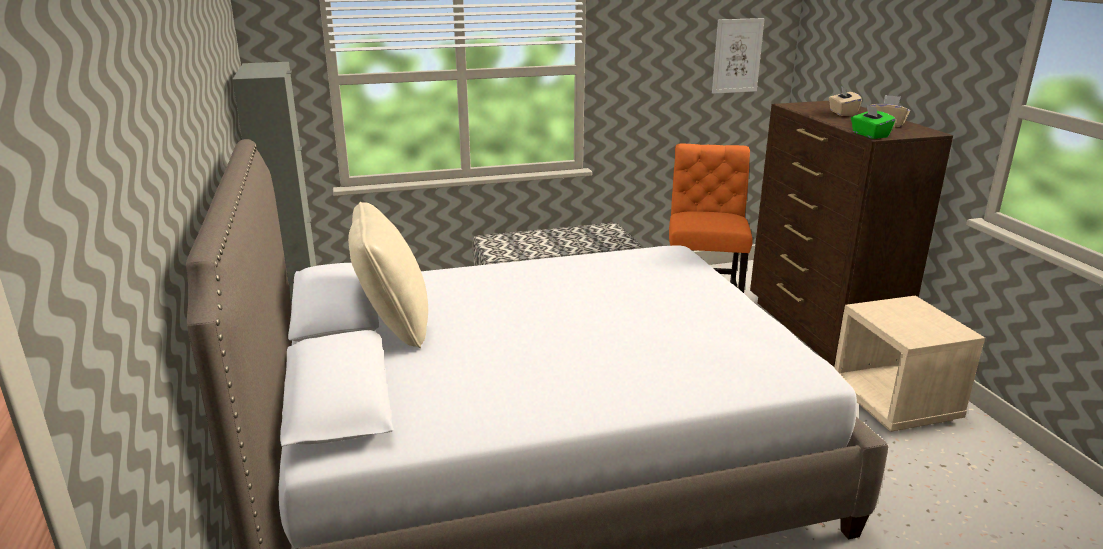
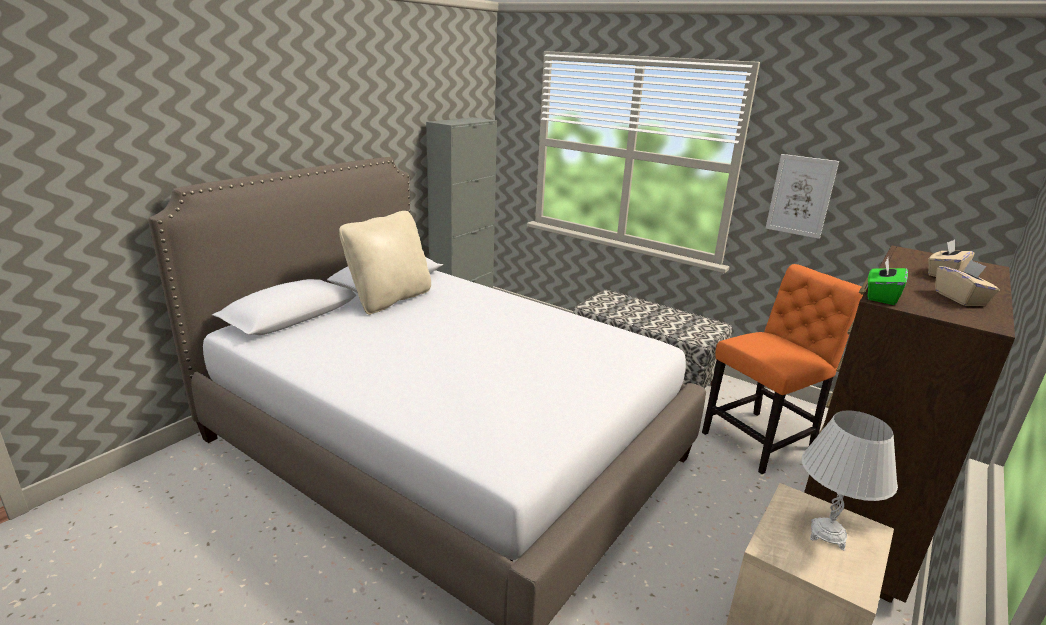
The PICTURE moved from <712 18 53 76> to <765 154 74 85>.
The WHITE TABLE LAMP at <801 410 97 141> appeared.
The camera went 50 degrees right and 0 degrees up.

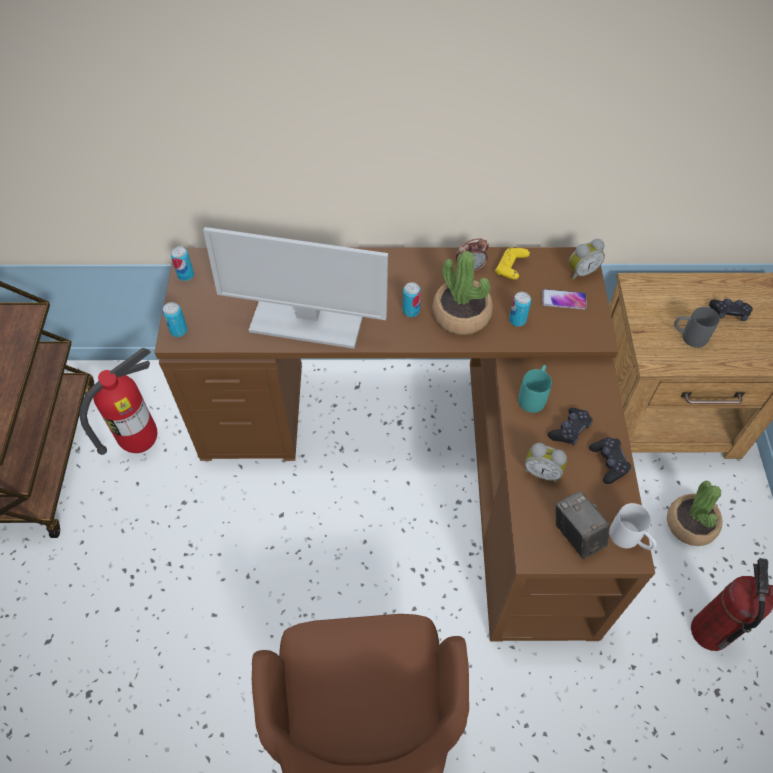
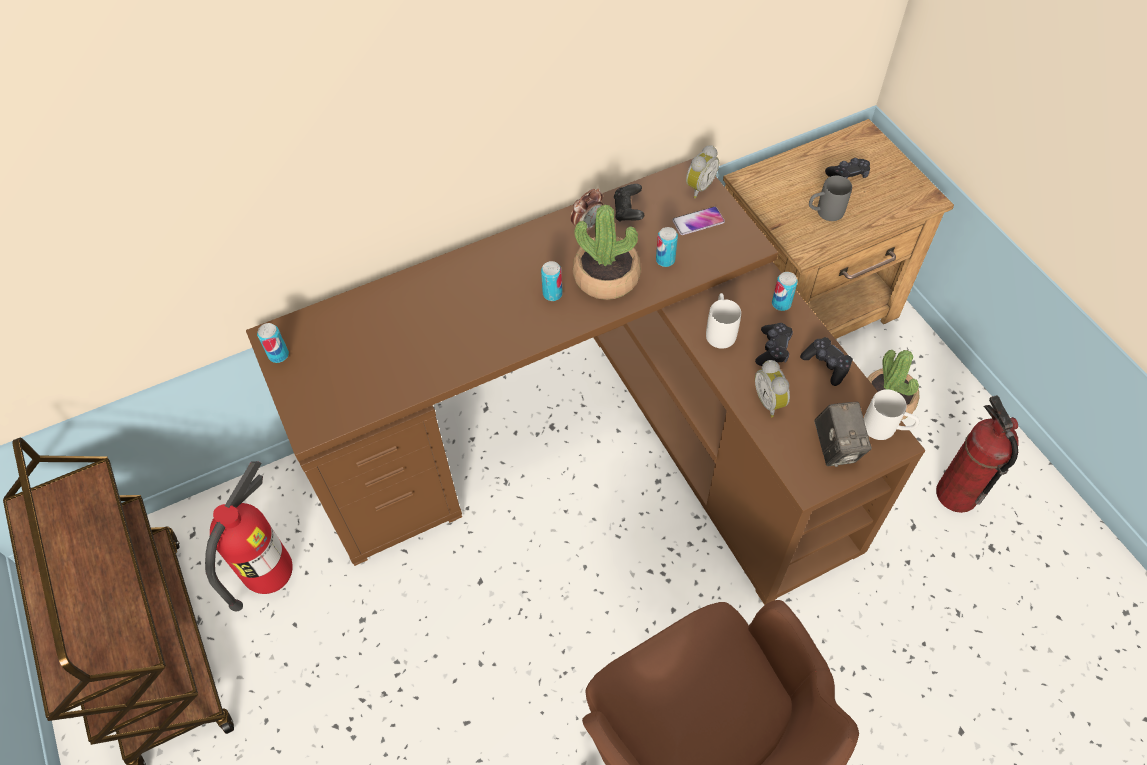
The YELLOW GAME CONTROLLER at <495 247 35 33> became the BLACK GAME CONTROLLER at <614 184 30 38>.
The TURQUOISE MUG at <518 365 34 48> became the WHITE MUG at <706 293 35 56>.
The ALARM CLOCK at <525 443 42 40> turned 75 degrees clockwise.
The CAN moved from <162 302 26 35> to <772 272 26 39>.
The PHOTO CAMERA at <556 491 53 68> turned 135 degrees counterclockwise.
The MONITOR at <203 227 185 122> disappeared.
The camera went 25 degrees left and 0 degrees up.

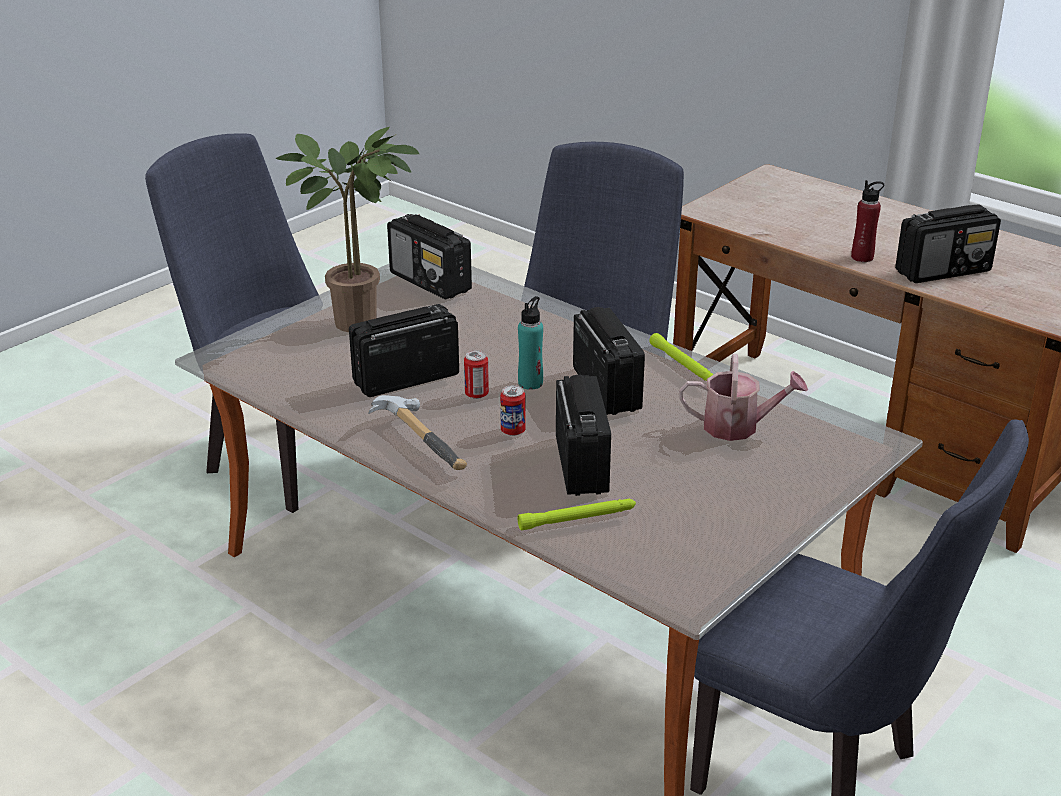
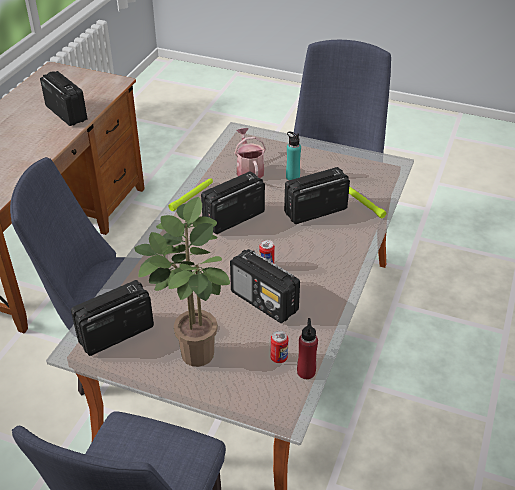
The RADIO at <387 214 85 85> turned 150 degrees counterclockwise.
The CAN moved from <500 385 26 51> to <270 331 18 32>.
The TURQUOISE BOTTLE moved from <518 296 25 94> to <286 131 15 49>.
The RED BOTTLE moved from <851 180 33 82> to <297 318 21 61>.
The HAMMER at <368 395 99 75> disappeared.
The camera went 110 degrees left and 10 degrees up.

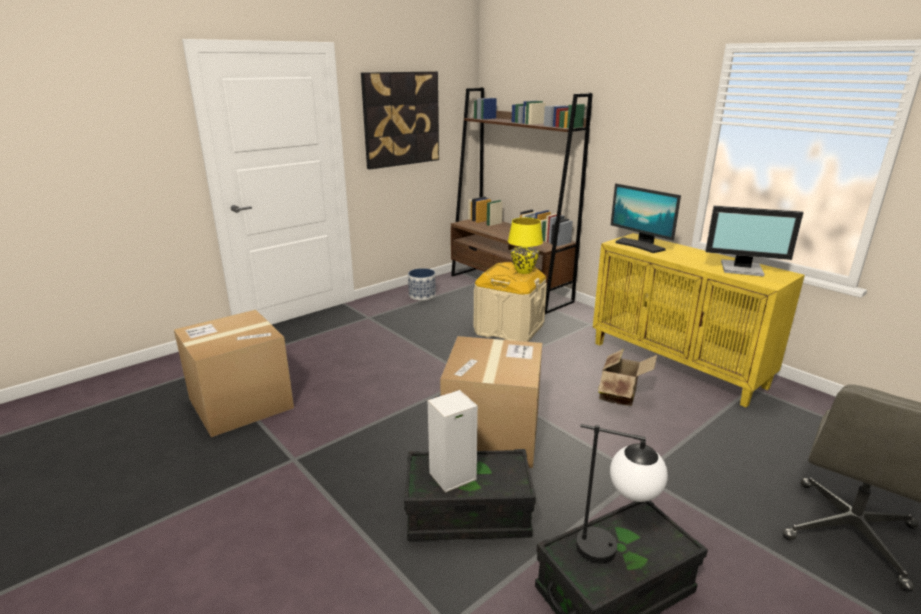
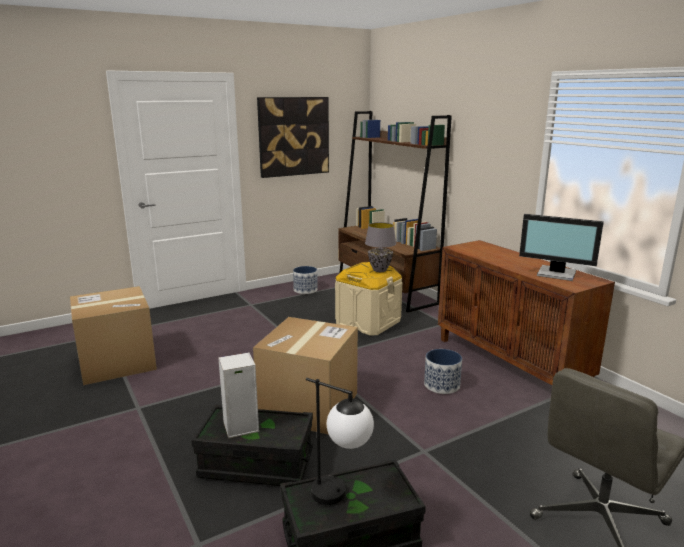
The YELLOW TABLE LAMP at <508 218 35 56> became the GREY TABLE LAMP at <365 222 31 50>.
The CARDBOARD BOX at <598 349 59 57> was replaced by the PLANTER at <424 349 38 45>.
The YELLOW CABINET at <593 233 212 174> became the BROWN CABINET at <438 240 177 145>.
The MONITOR at <611 183 70 70> disappeared.
The camera went 10 degrees right and 5 degrees down.

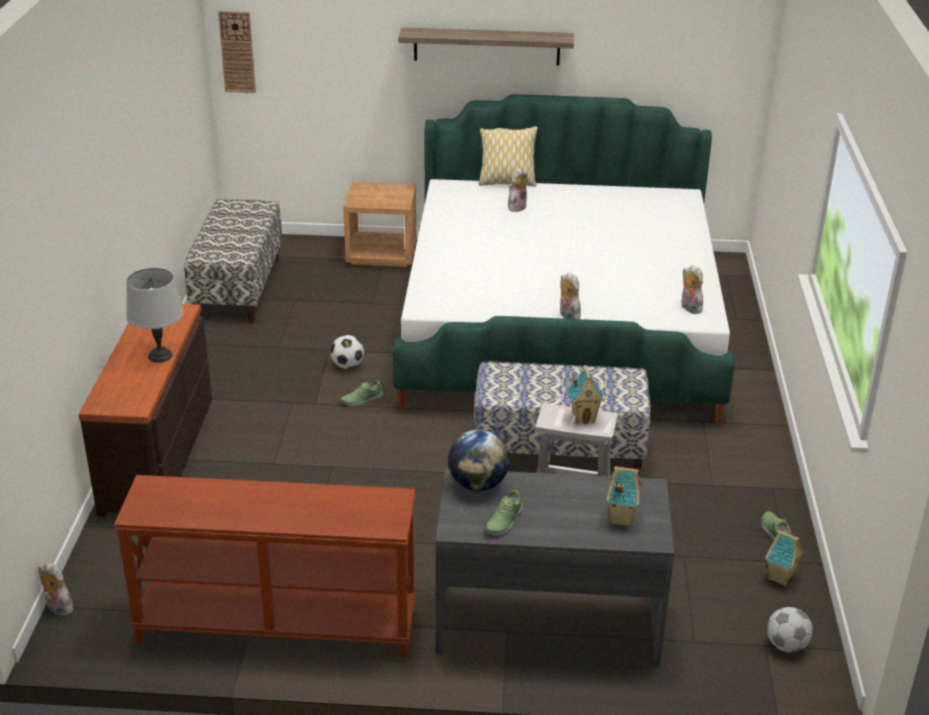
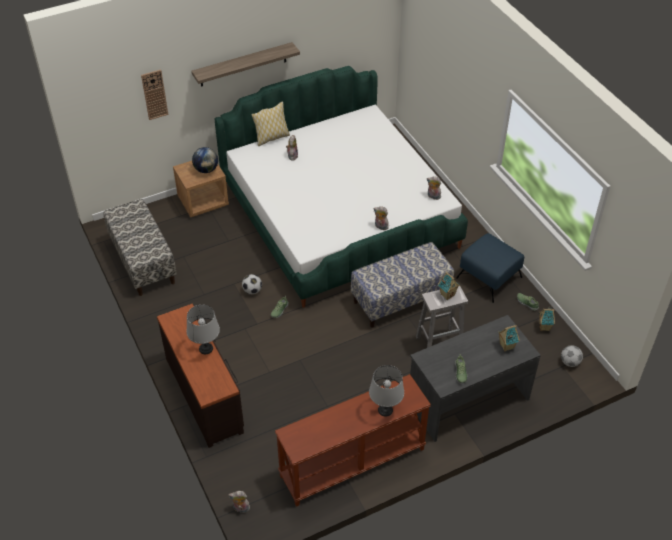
The WALL CLOCK moved from <218 11 38 82> to <141 69 27 51>.
The GLOBE moved from <448 429 62 62> to <192 147 26 26>.
The GREY TABLE LAMP at <369 365 35 52> appeared.
The BLUE OTTOMAN at <456 233 68 70> appeared.
The camera went 30 degrees left and 15 degrees up.

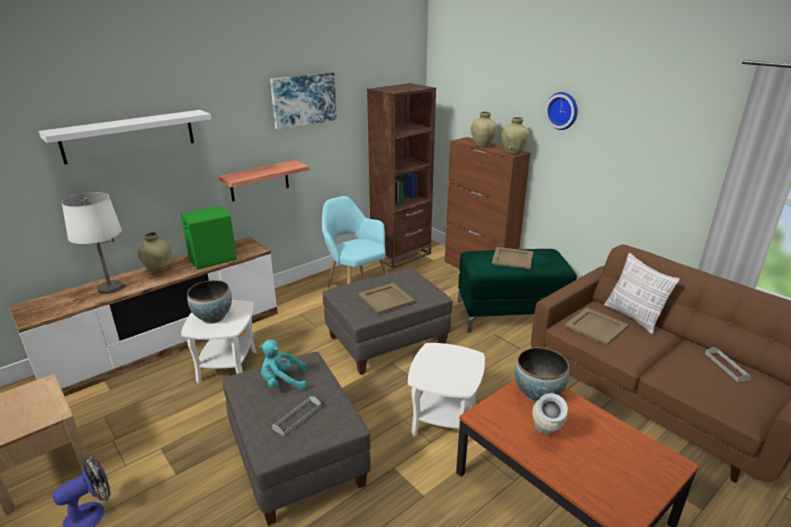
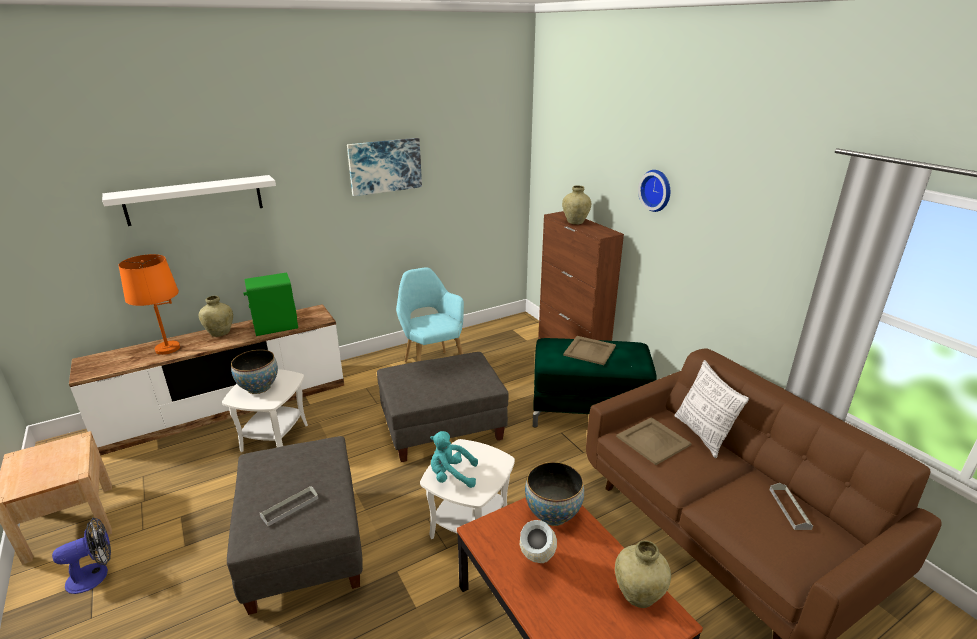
The WHITE TABLE LAMP at <62 192 61 102> became the ORANGE TABLE LAMP at <118 254 62 101>.
The TURQUOISE PLUSH TOY moved from <259 340 48 50> to <430 431 48 57>.
The BEIGE VASE moved from <501 117 29 37> to <615 541 56 67>.
The SHELF at <218 160 92 41> disappeared.
The BEIGE TRAY at <358 283 57 31> disappeared.
The BROWN BOOKCASE at <367 83 69 185> disappeared.
The camera went 10 degrees right and 0 degrees up.

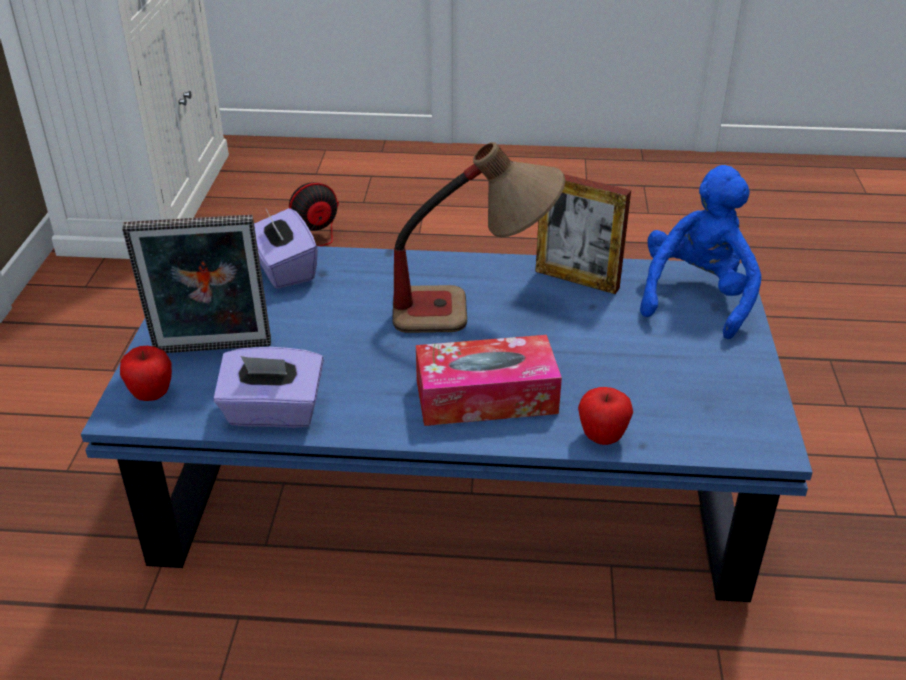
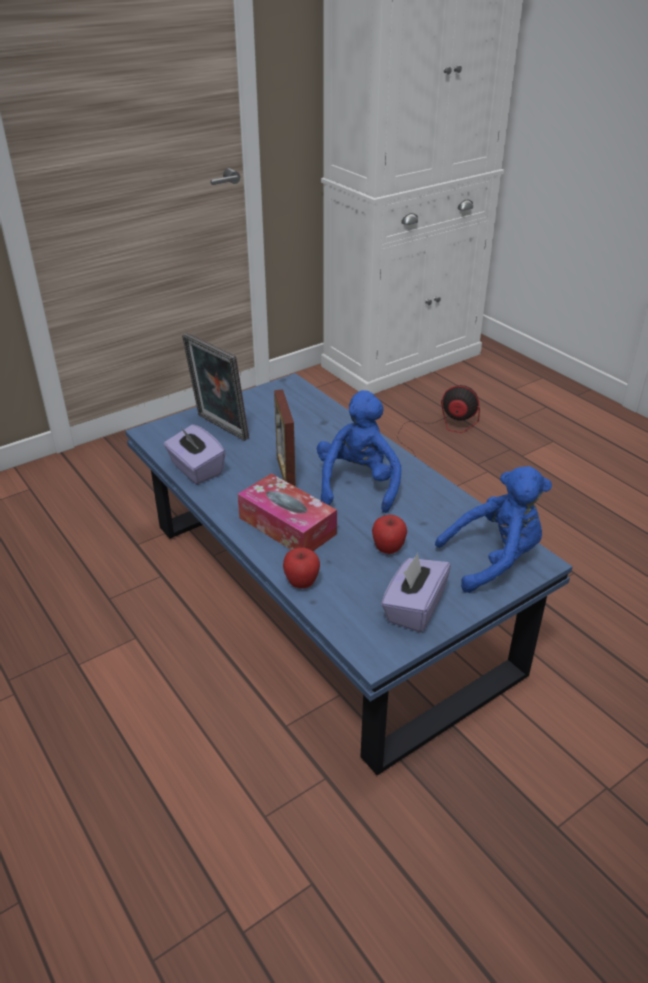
The PICTURE FRAME moved from <535 174 96 120> to <274 389 22 98>.
The TABLE LAMP at <392 142 173 191> was replaced by the BLUE PLUSH TOY at <317 390 84 123>.
The APPLE moved from <120 346 52 55> to <372 515 35 39>.
The PURPLE TISSUE BOX moved from <254 207 64 82> to <381 553 70 80>.
The camera went 50 degrees right and 0 degrees up.

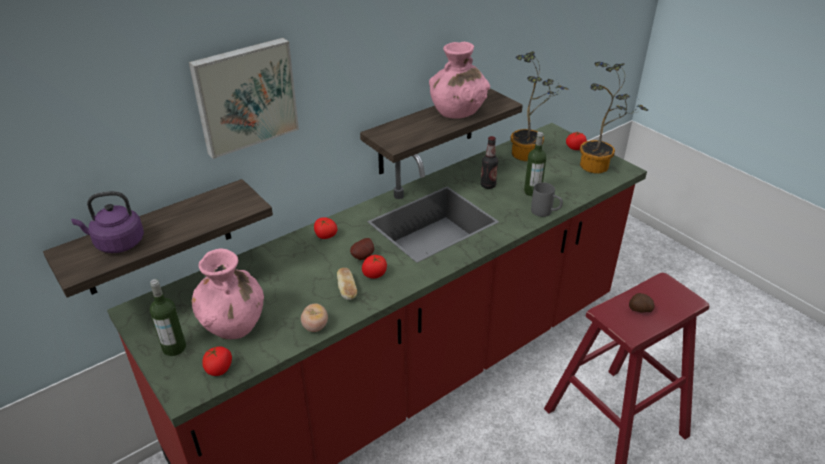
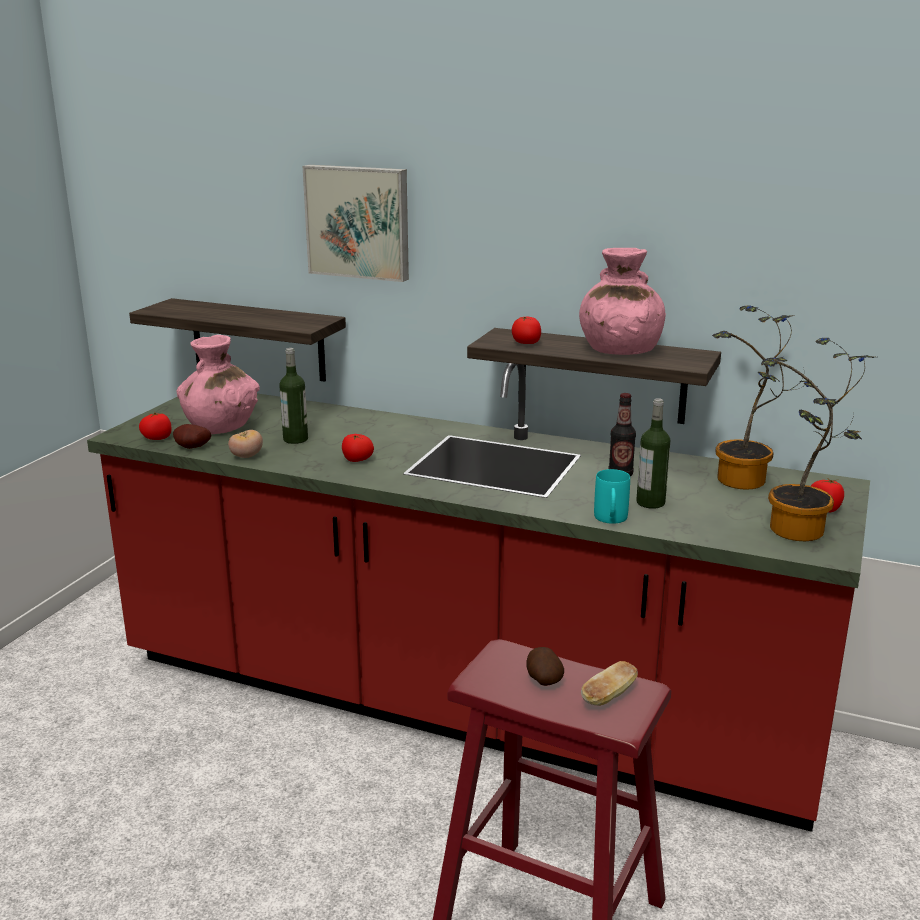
The POTATO moved from <350 238 24 22> to <173 424 38 25>.
The BOTTLE moved from <150 279 36 77> to <279 348 29 96>.
The TOMATO moved from <314 217 23 22> to <512 317 29 27>.
The BREAD moved from <337 268 20 32> to <581 661 57 45>.
The GREY MUG at <531 182 32 35> became the TURQUOISE MUG at <594 469 36 55>.
The PURPLE KETTLE at <71 191 73 62> disappeared.
The camera went 60 degrees right and 15 degrees down.

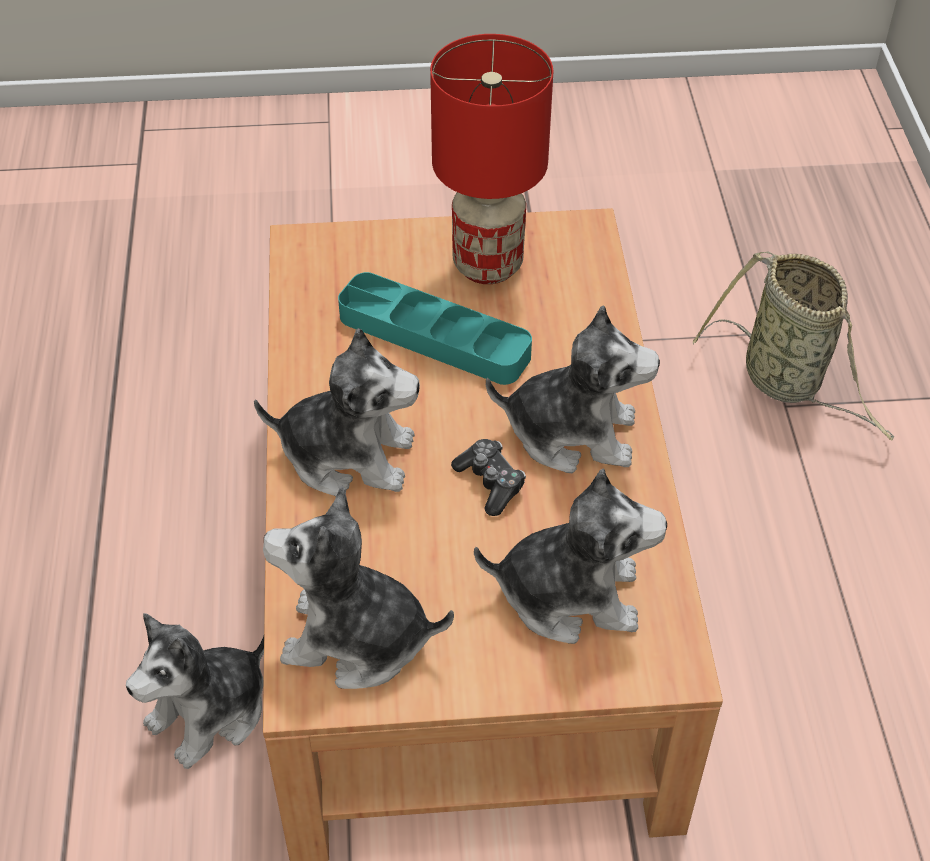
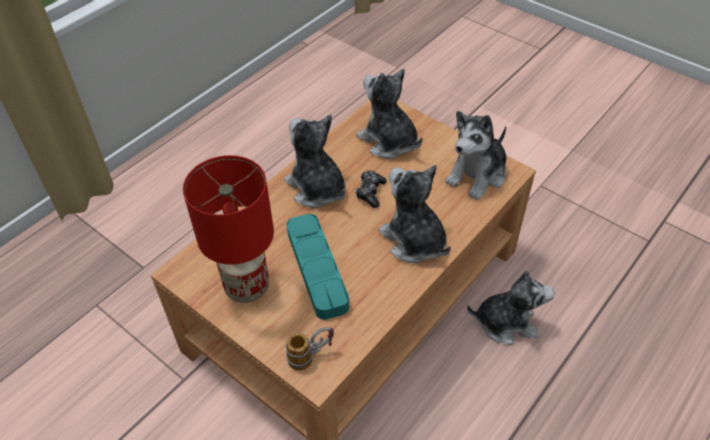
The MUG at <286 327 48 43> appeared.
The PLUSH TOY at <263 486 191 203> turned 75 degrees clockwise.
The BASKET at <693 251 201 190> disappeared.
The camera went 135 degrees left and 0 degrees up.

